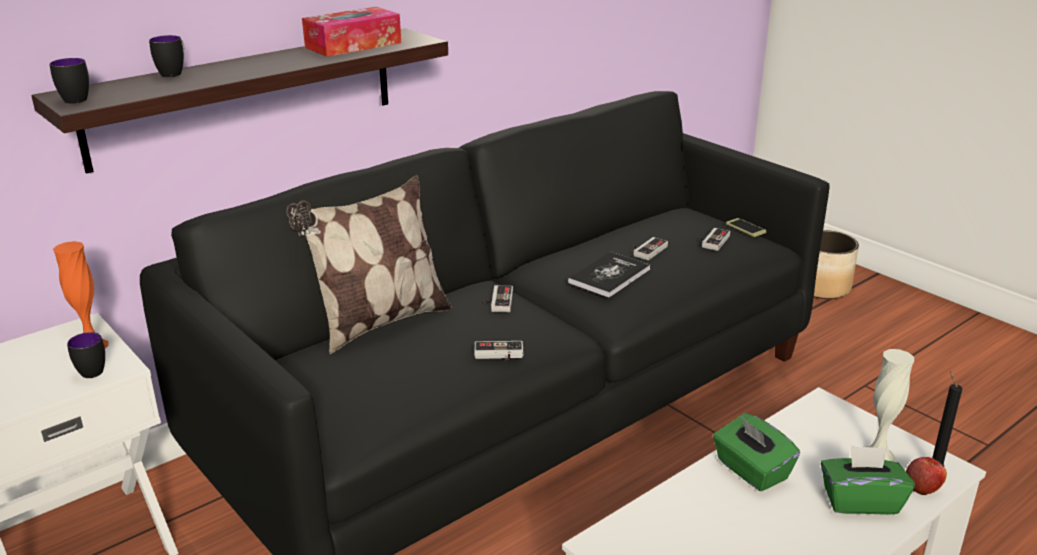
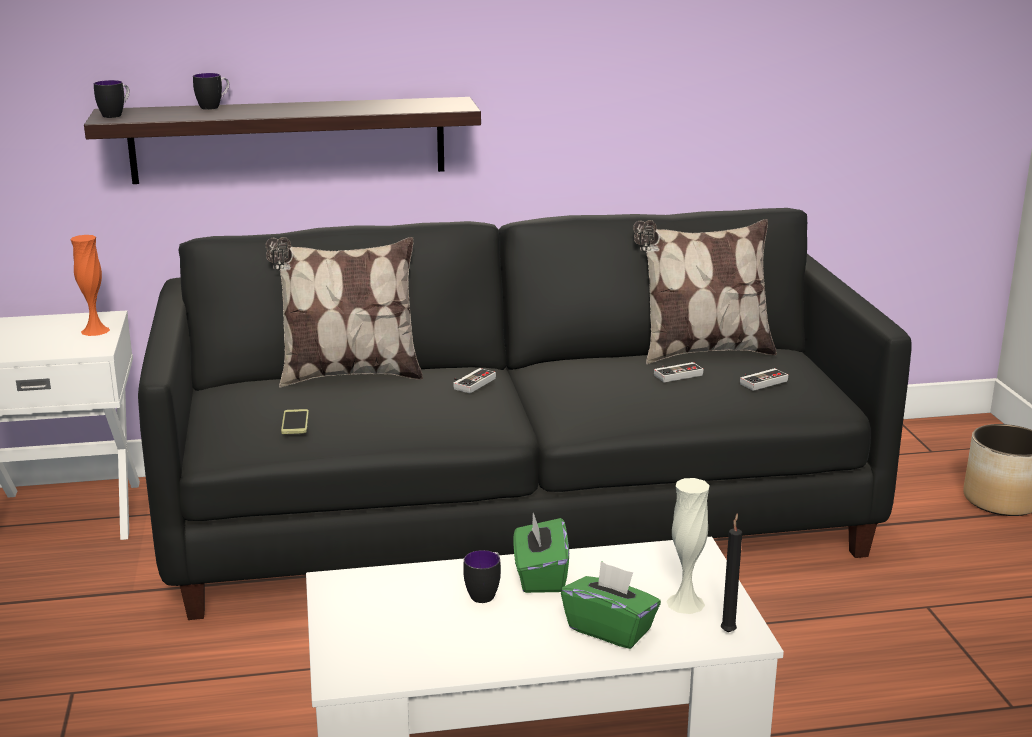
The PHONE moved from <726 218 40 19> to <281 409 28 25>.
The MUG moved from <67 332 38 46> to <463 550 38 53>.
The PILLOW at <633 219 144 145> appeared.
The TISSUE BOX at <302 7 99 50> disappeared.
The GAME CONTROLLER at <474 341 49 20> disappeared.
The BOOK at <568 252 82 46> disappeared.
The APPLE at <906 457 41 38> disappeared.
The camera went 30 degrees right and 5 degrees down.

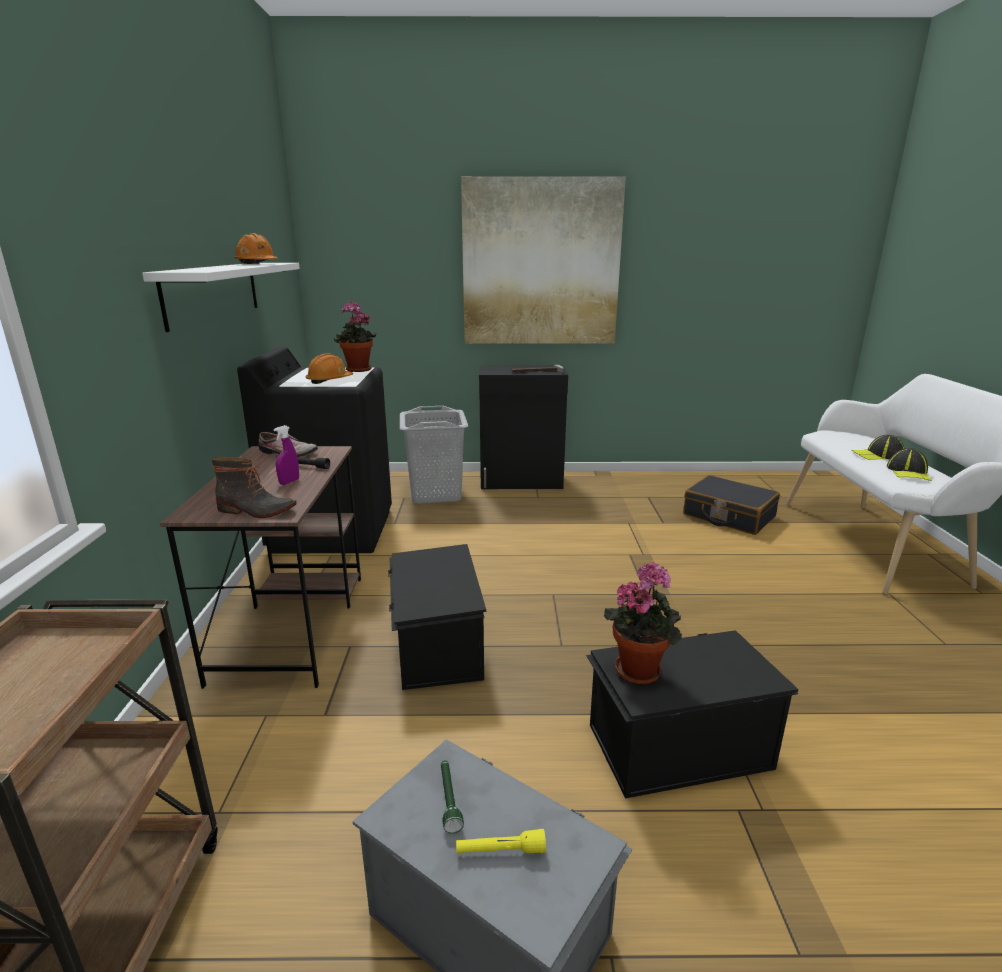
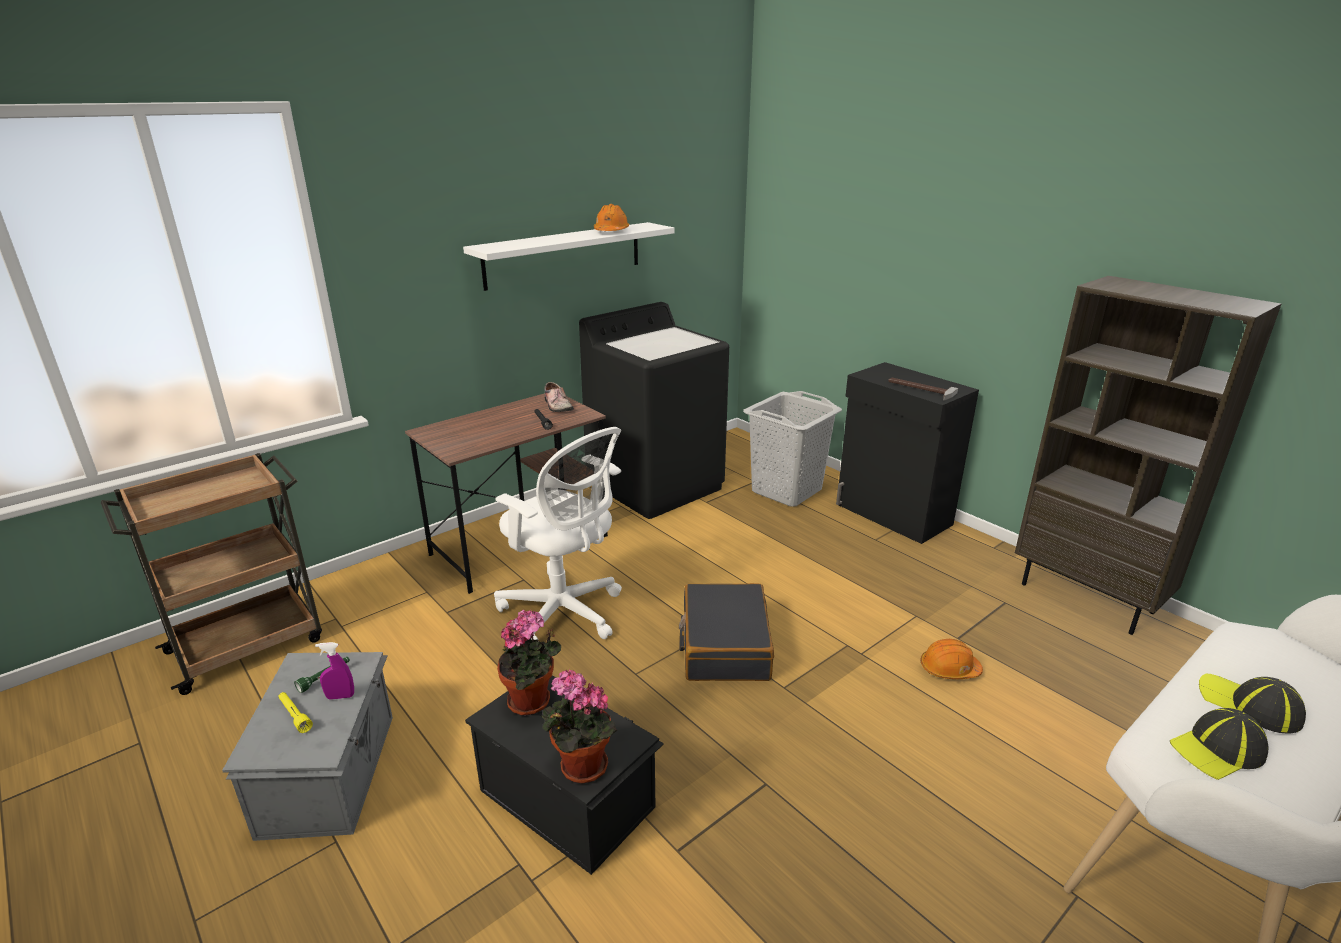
The PURPLE SPRAY BOTTLE moved from <273 425 26 60> to <315 642 39 58>.
The BLACK STORAGE BOX at <388 544 98 146> was replaced by the WHITE OFFICE CHAIR at <494 427 128 213>.
The POTTED PLANT moved from <334 302 43 70> to <541 669 76 115>.
The BLACK SUITCASE moved from <683 475 97 60> to <679 583 95 98>.
The ORANGE HARD HAT moved from <306 353 47 31> to <921 639 62 40>.
The BROWN BOOKCASE at <1015 276 266 359> appeared.
The BOOT at <212 457 84 61> disappeared.
The PICTURE at <461 176 165 168> disappeared.
The camera went 50 degrees right and 5 degrees up.

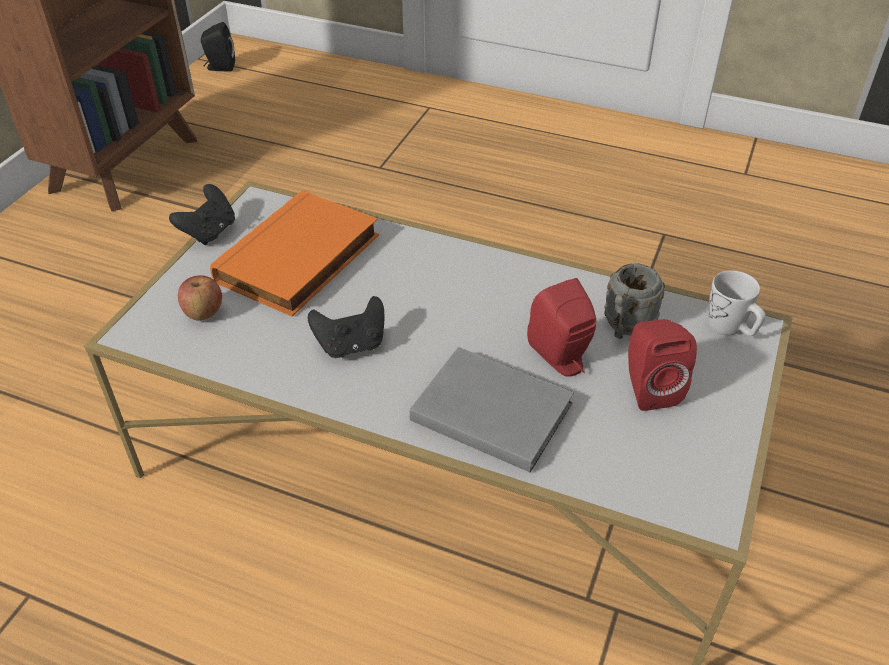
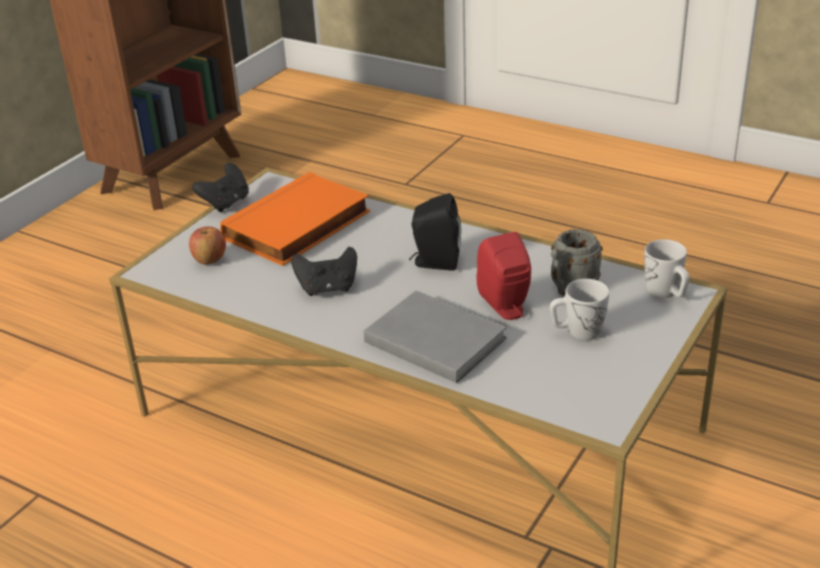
The BLACK SPEAKER moved from <201 22 34 50> to <409 193 52 78>.
The RED SPEAKER at <628 319 69 92> was replaced by the WHITE MUG at <550 279 59 61>.
The camera went 10 degrees right and 10 degrees down.

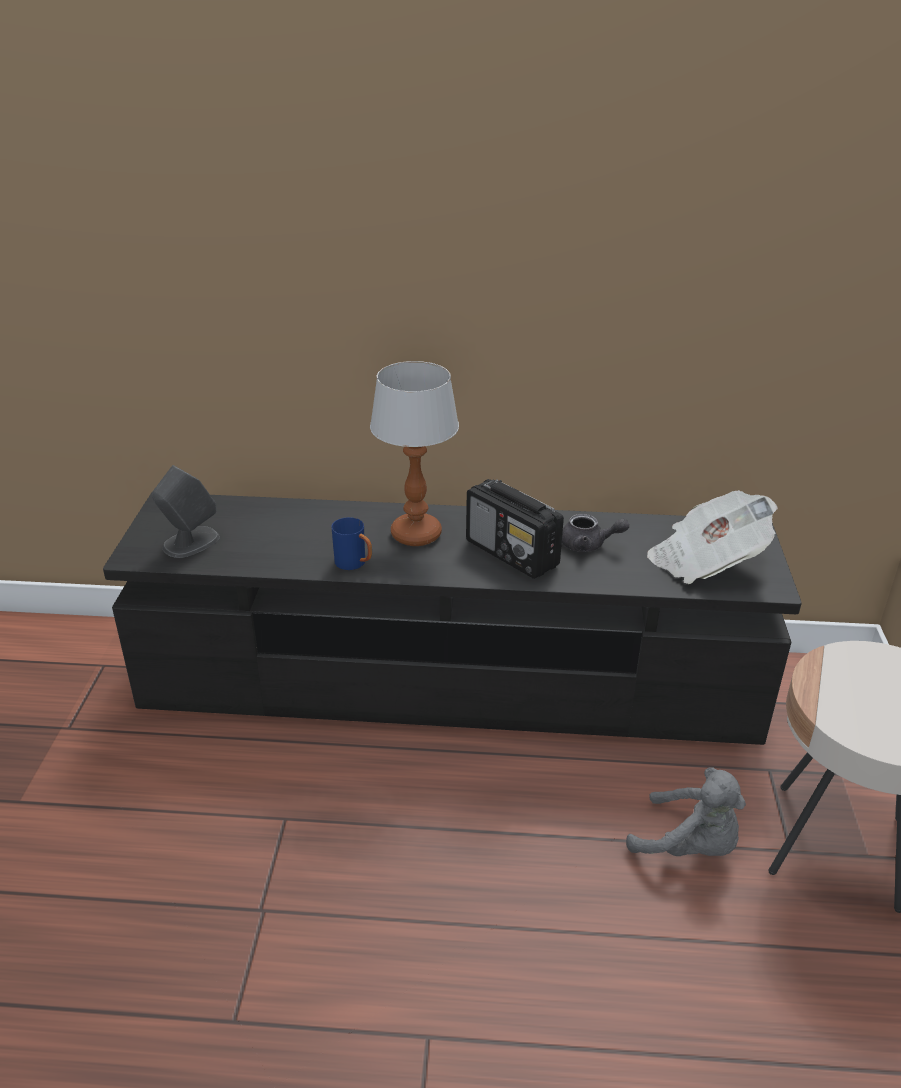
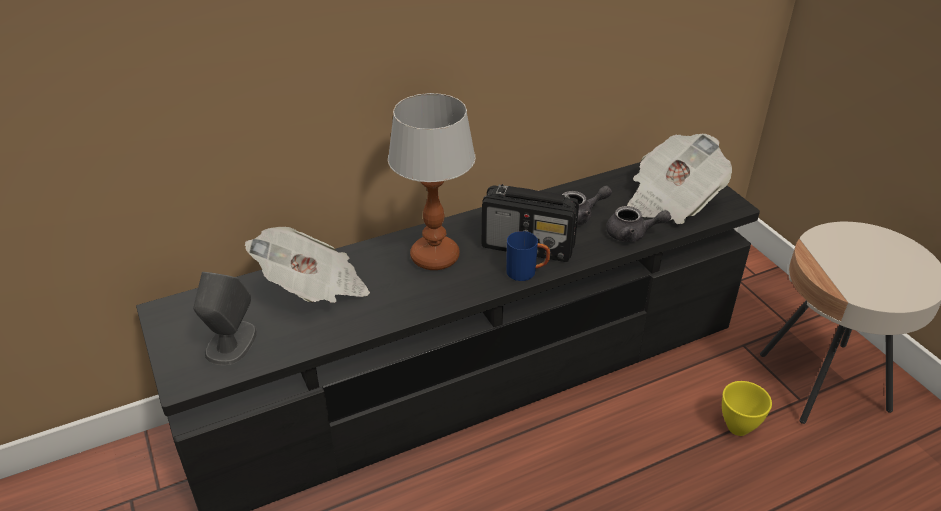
The NEWSPAPER at <245 227 125 76> appeared.
The BLUE MUG moved from <331 517 41 53> to <506 231 44 50>.
The GREY TEAPOT at <606 206 65 36> appeared.
The GREY PLUSH TOY at <626 767 120 89> was replaced by the YELLOW BOWL at <722 381 50 55>.
The camera went 30 degrees left and 5 degrees up.

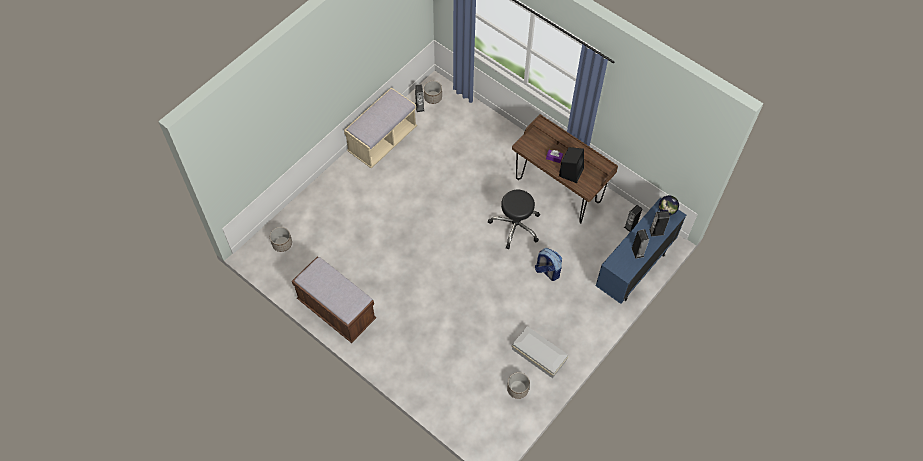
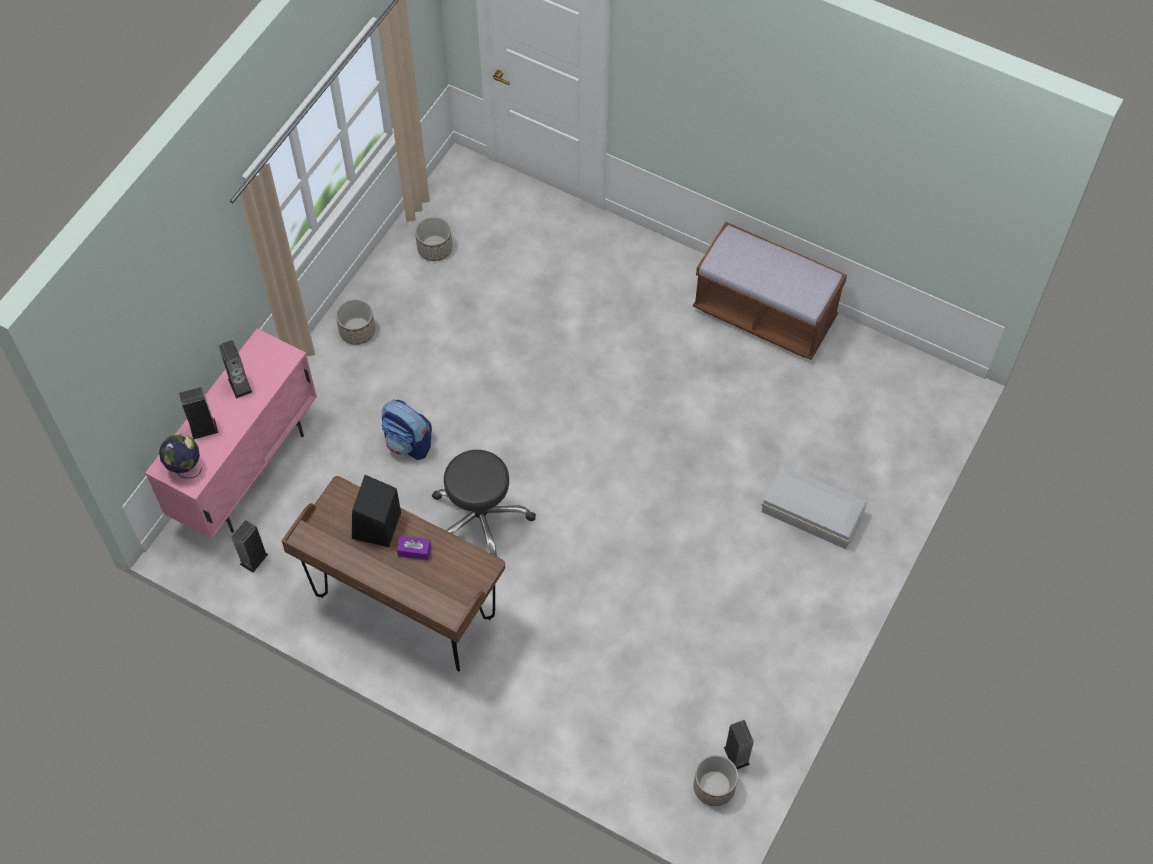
The BLUE CABINET at <596 198 90 106> became the PINK CABINET at <145 329 172 210>.
The PLANTER moved from <270 227 22 25> to <336 299 39 46>.
The WHITE STORAGE BOX moved from <512 326 57 52> to <762 465 105 84>.
The BEIGE BENCH at <344 87 73 81> disappeared.
The camera went 170 degrees right and 0 degrees up.

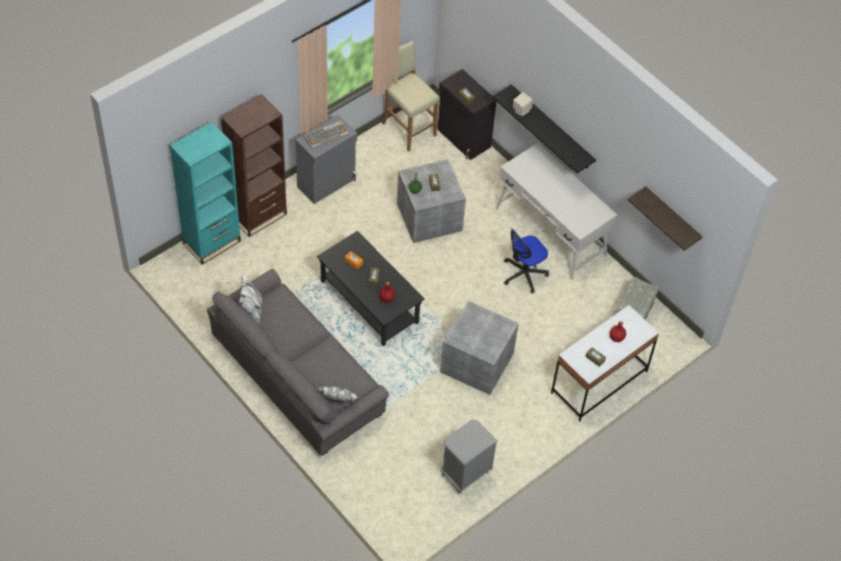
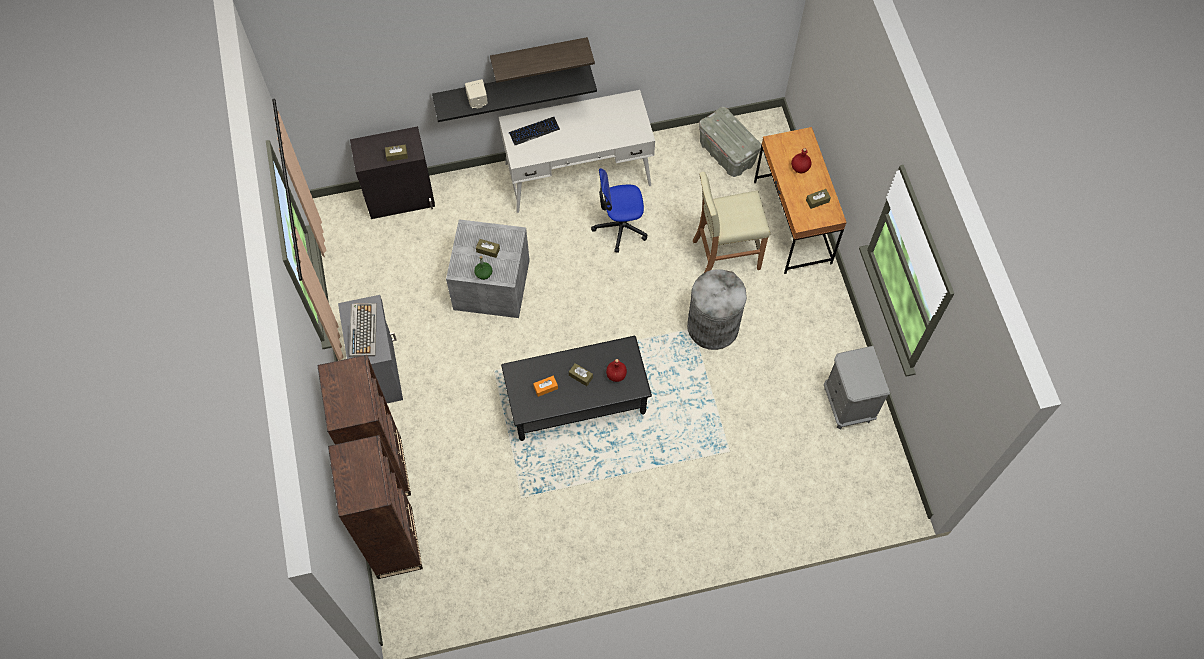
The TURQUOISE BOOKCASE at <170 121 71 144> became the BROWN BOOKCASE at <328 435 95 144>.
The SHELF moved from <628 187 75 64> to <490 37 105 46>.
The KEYBOARD at <509 117 51 28> appeared.
The OFFICE CHAIR at <504 228 45 65> turned 90 degrees clockwise.
The GREY STORAGE BOX at <440 301 79 94> was replaced by the GREY TRASH CAN at <687 269 60 81>.
The BEIGE STOOL moved from <382 41 58 111> to <693 172 78 101>.
The WHITE DESK at <551 305 108 116> became the BROWN DESK at <754 127 93 147>.
The GREY SOFA at <207 269 182 187> disappeared.
The camera went 60 degrees left and 10 degrees up.

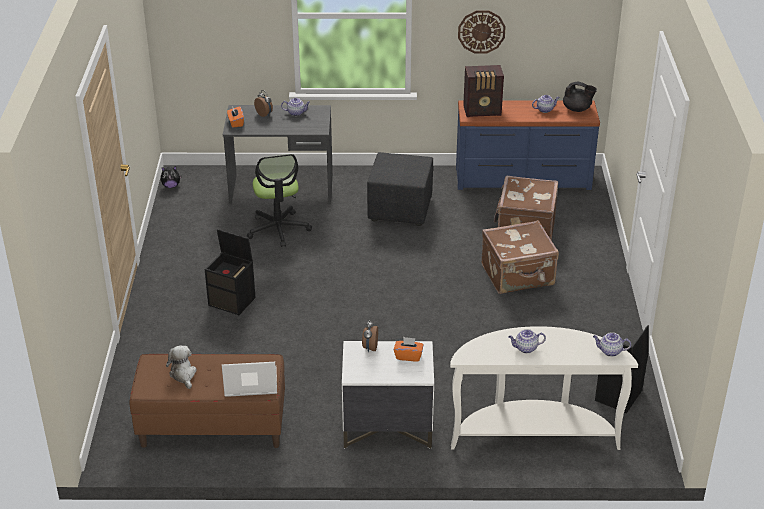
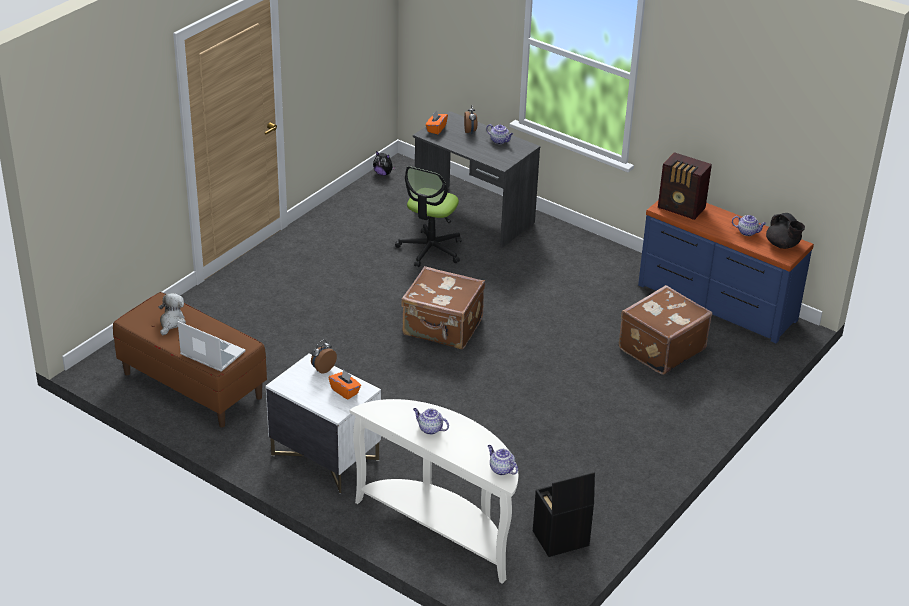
The BROWN SUITCASE moved from <481 220 78 74> to <401 266 84 83>.
The BLACK STORAGE BOX at <205 229 51 86> disappeared.
The BLACK OTTOMAN at <367 152 66 74> disappeared.
The WALL CLOCK at <458 10 48 43> disappeared.
The camera went 35 degrees right and 0 degrees up.

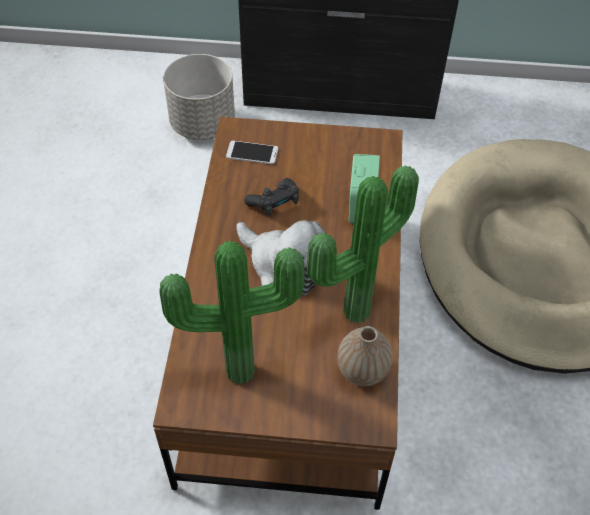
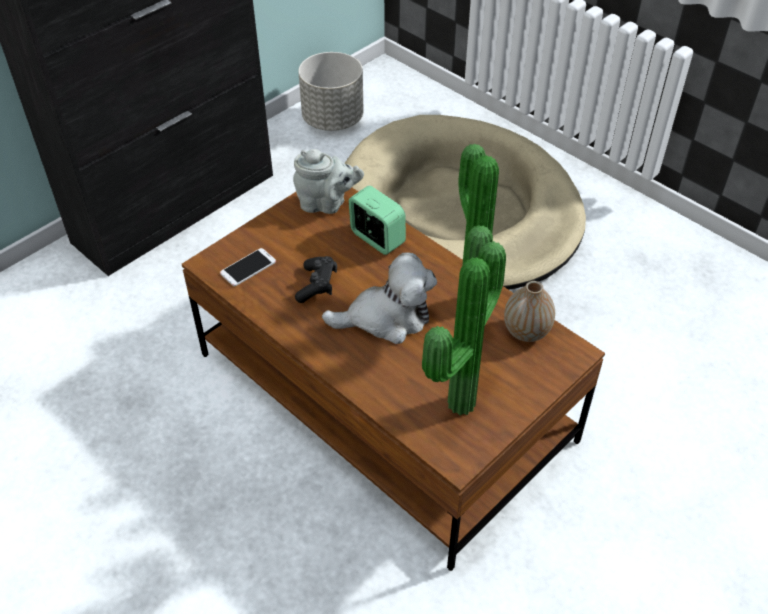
The GREY TEAPOT at <293 149 71 65> appeared.
The GREY PLANTER moved from <163 54 72 86> to <298 52 66 79>.
The camera went 50 degrees left and 5 degrees down.

